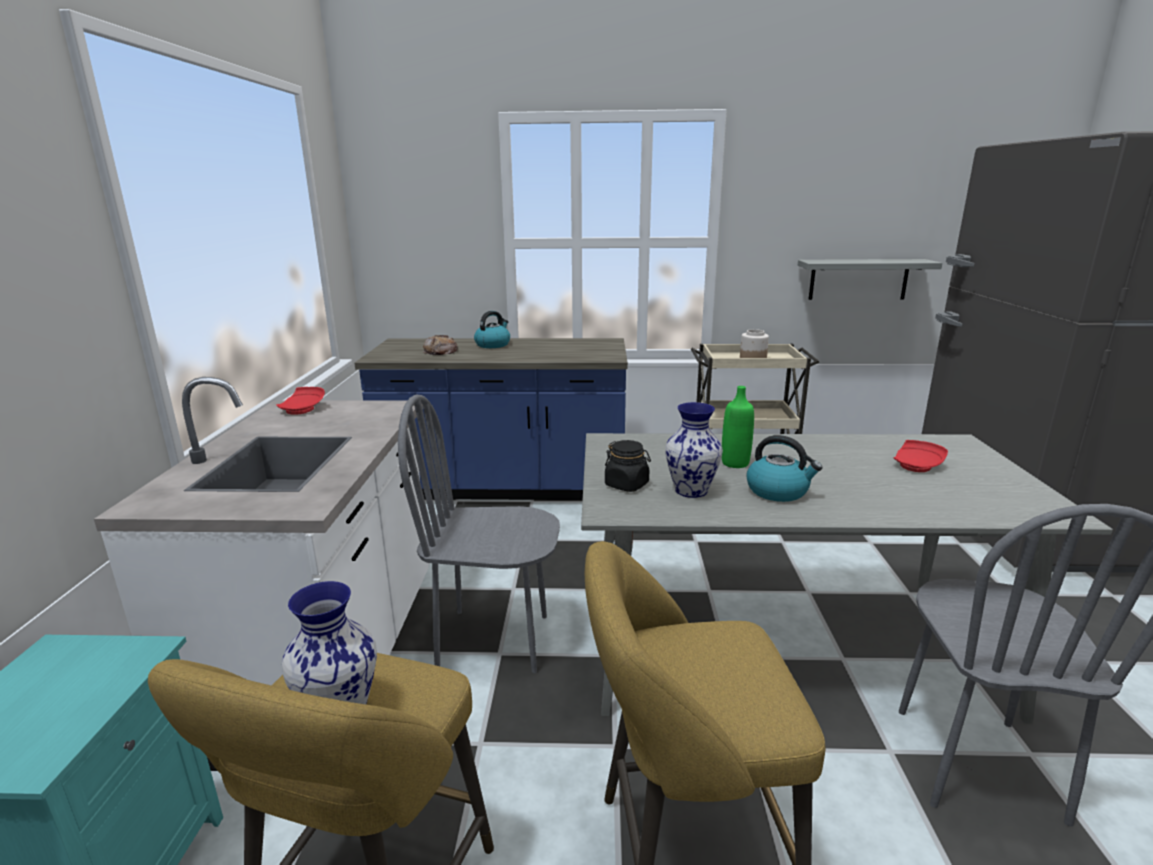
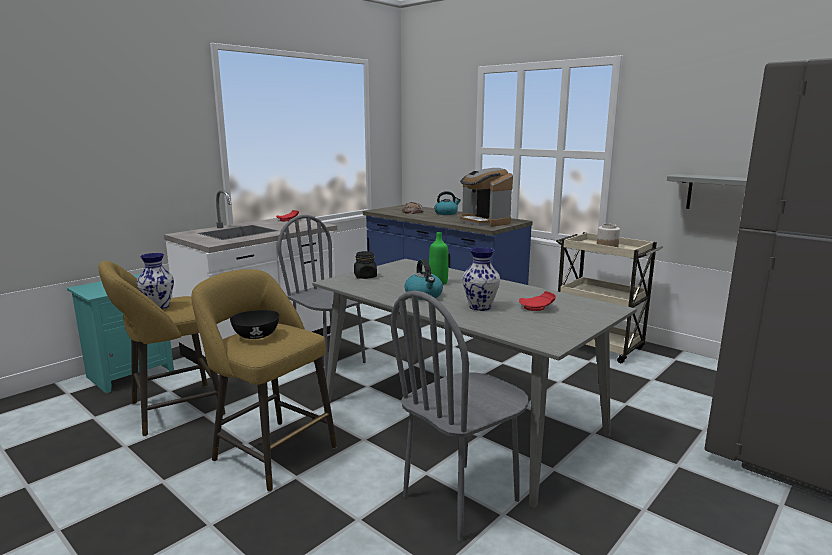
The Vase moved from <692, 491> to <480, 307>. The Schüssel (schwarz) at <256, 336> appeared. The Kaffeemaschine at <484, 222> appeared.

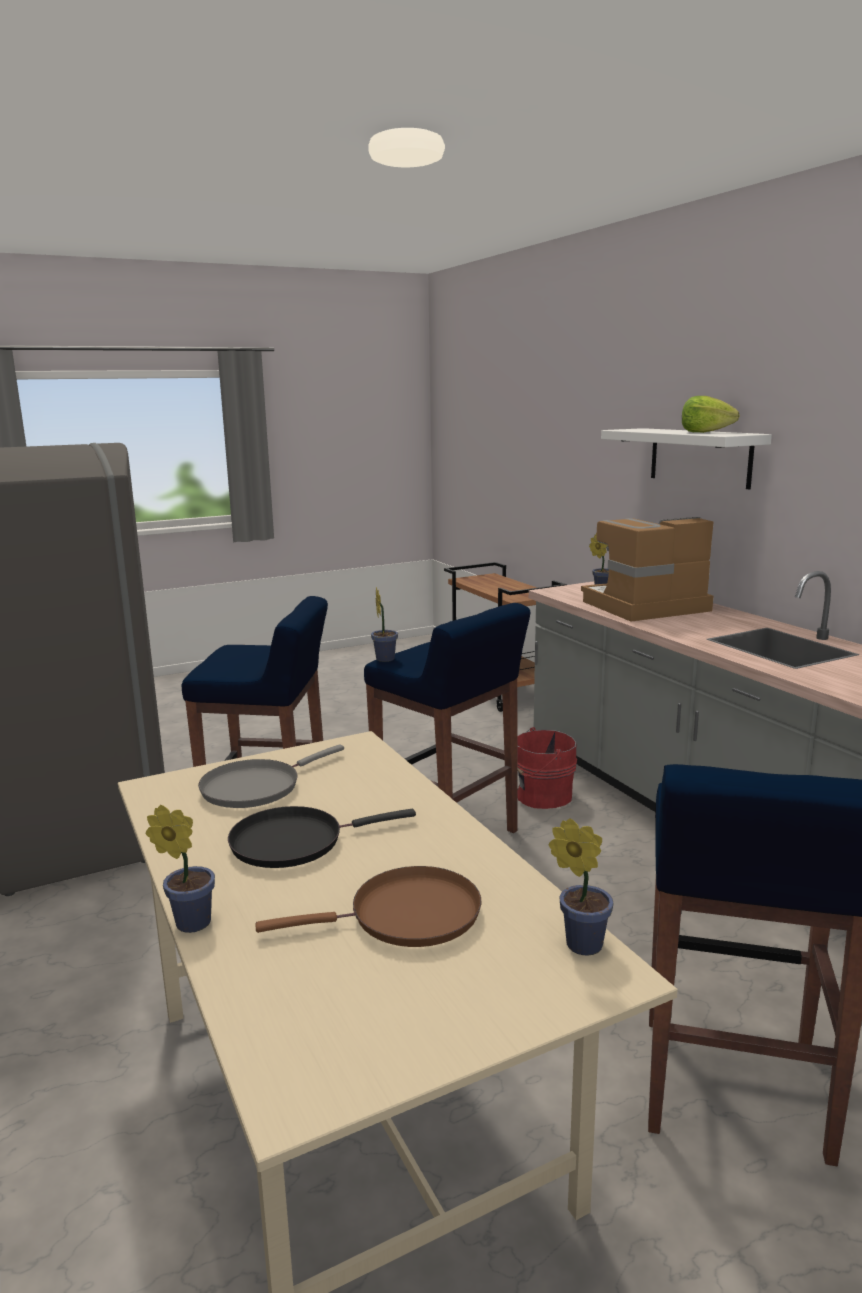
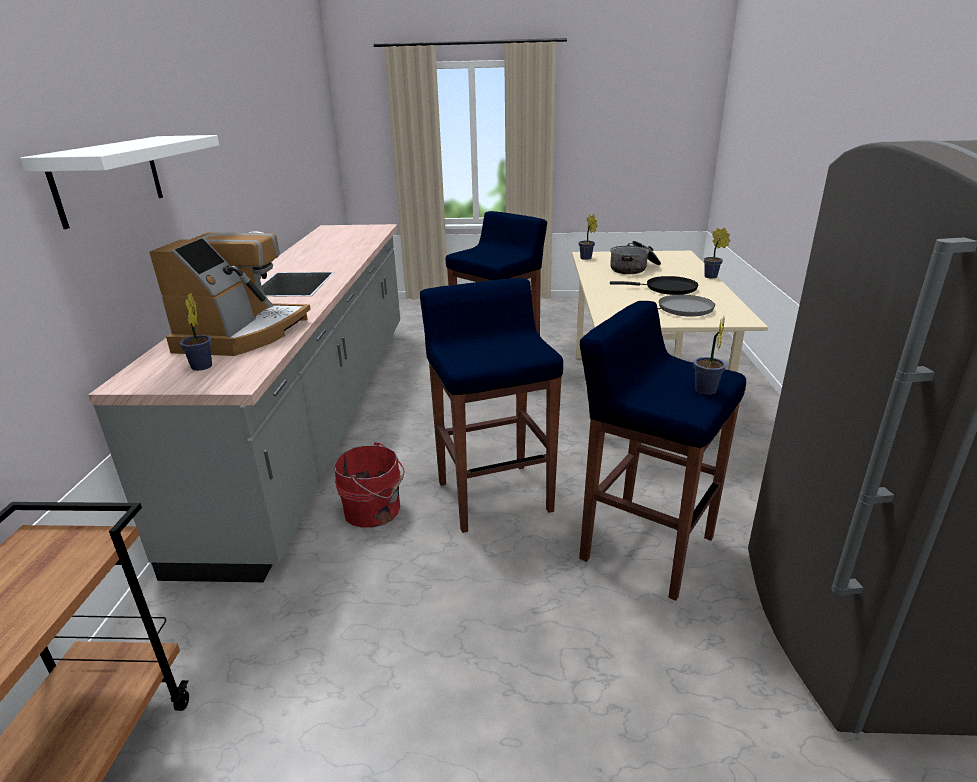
The Pfanne (braun) at <407, 916> was replaced by the Kochtopf at <634, 268>. The Topfpflanze moved from <385, 658> to <705, 391>. The Kaffeemaschine at <644, 607> turned 90 degrees counterclockwise. The Salatkopf at <705, 432> disappeared.

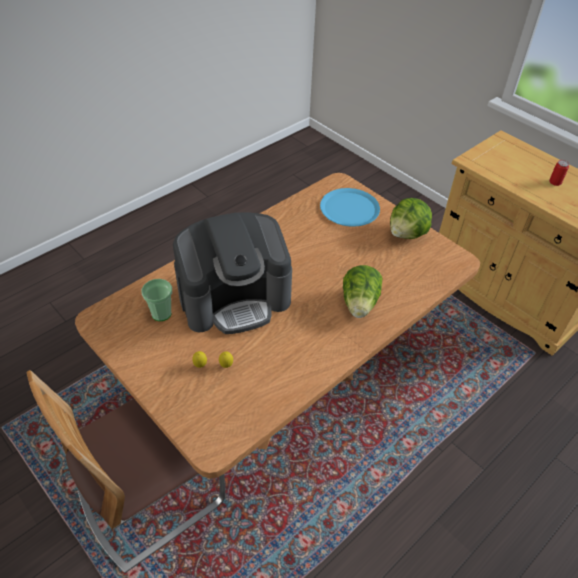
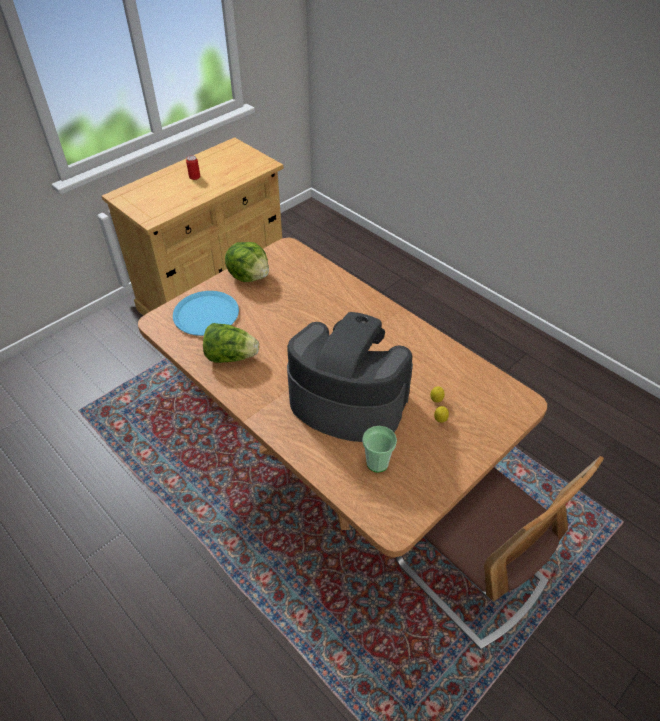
The Kaffeemaschine at <235, 298> turned 45 degrees counterclockwise. The Salatkopf moved from <360, 304> to <231, 356>.

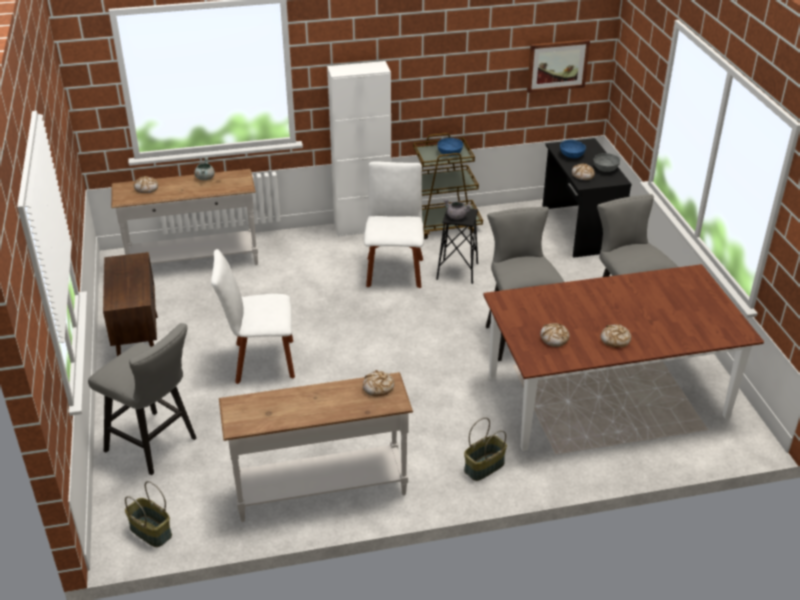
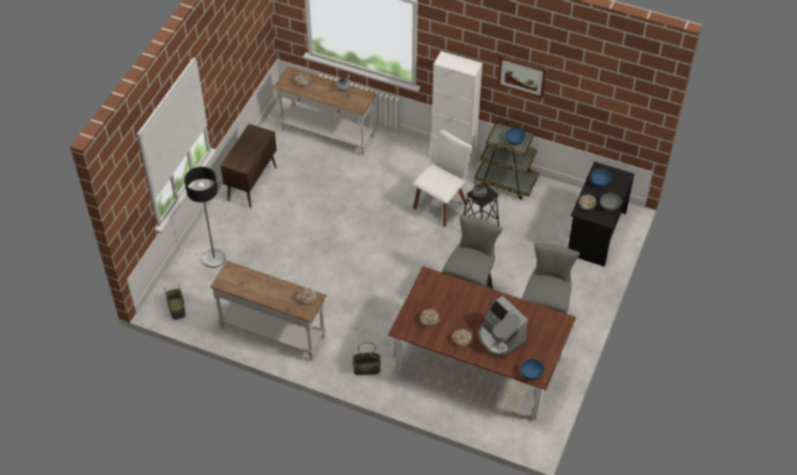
The Hocker (grau) at <156, 446> was replaced by the Stehlampe at <214, 258>. The Stuhl (weiß) at <260, 361> disappeared. The Bild moved from <557, 65> to <522, 76>. The Kaffeemaschine at <500, 338> appeared. The Schüssel (blau) at <531, 373> appeared.

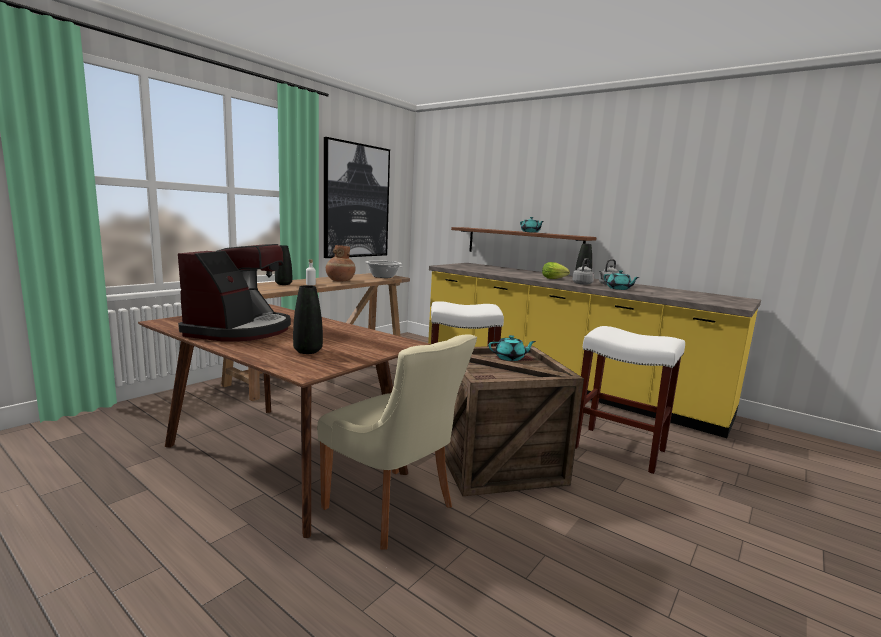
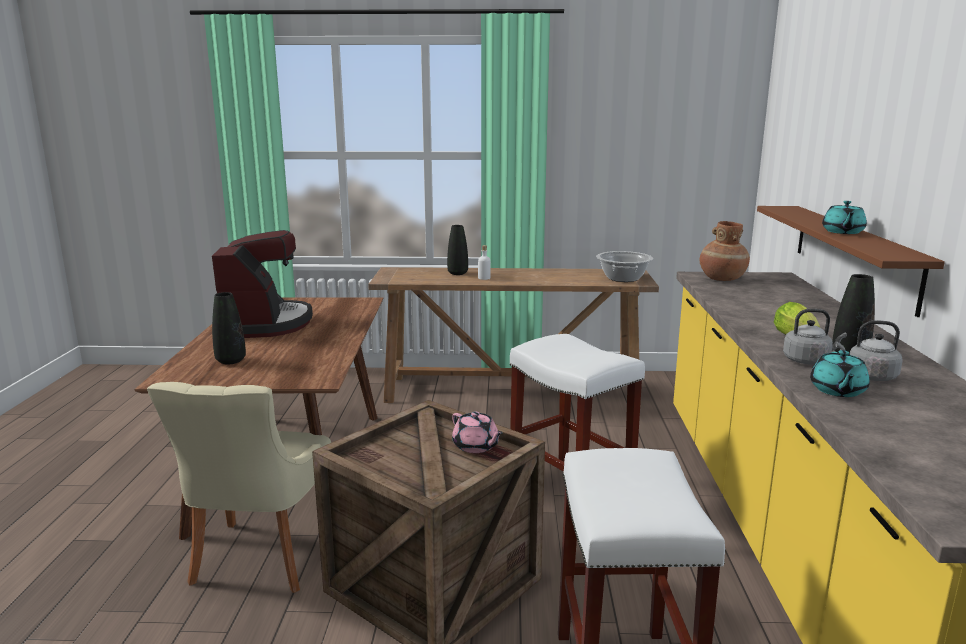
The Kaffeemaschine at <240, 330> turned 75 degrees counterclockwise. The Bild at <356, 201> disappeared. The Vase (braun) moved from <340, 280> to <721, 278>. The Teekanne (türkis) at <510, 358> became the Teekanne (rosa) at <476, 446>.

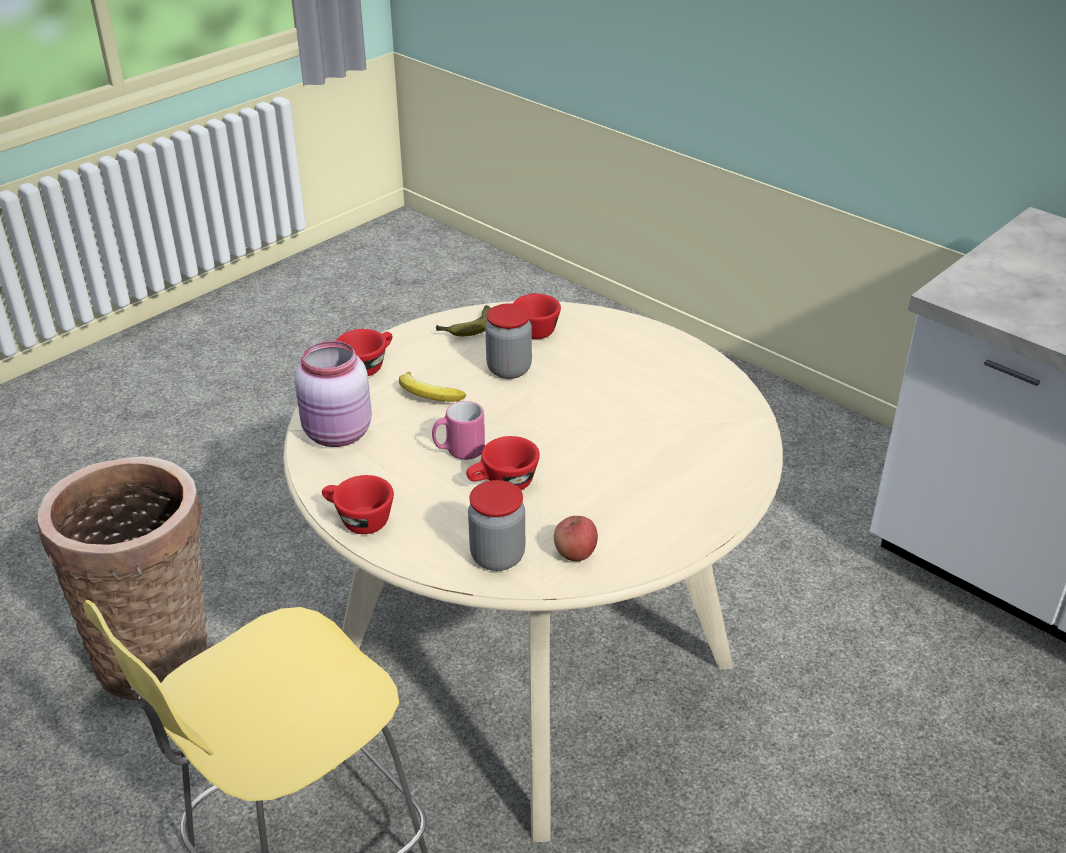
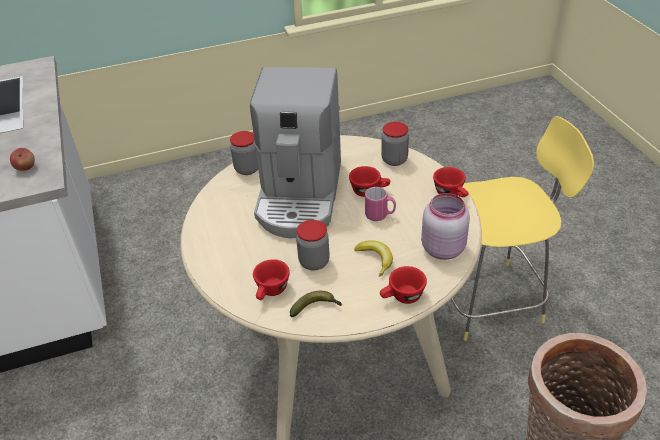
The Apfel moved from <575, 554> to <26, 168>. The Vorratsglas at <247, 169> appeared. The Kaffeemaschine at <300, 195> appeared.

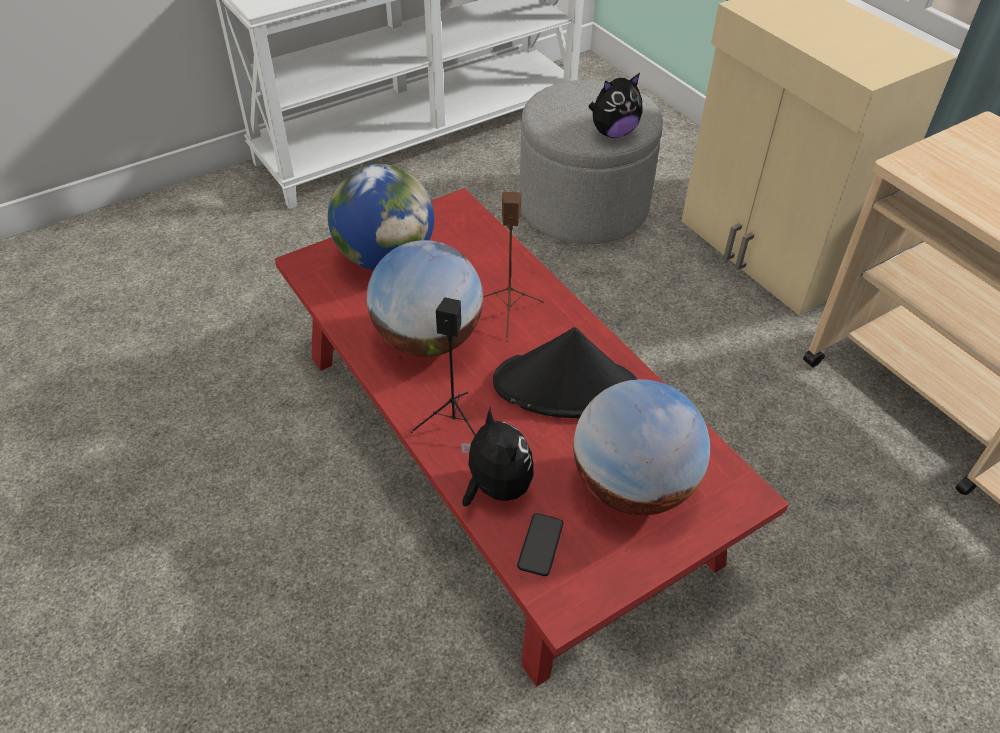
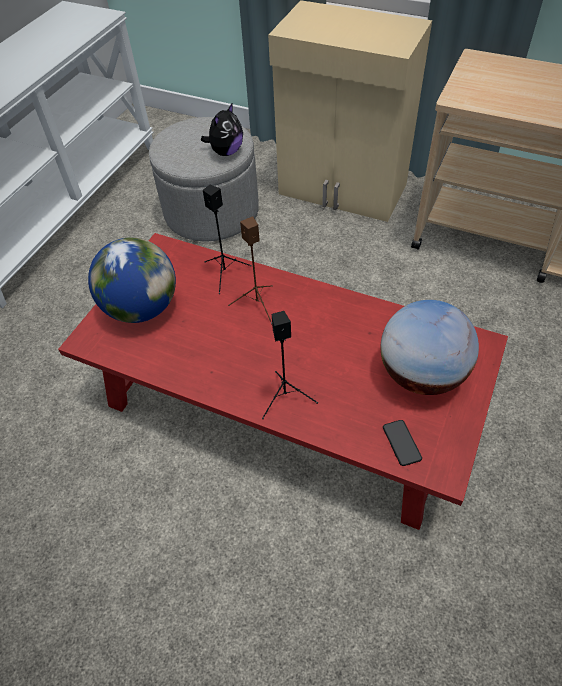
The Globus at <428, 339> disappeared. The Plüschtier at <495, 487> disappeared. The Hut (schwarz) at <567, 387> disappeared. The Lautsprecher (schwarz) at <225, 273> appeared.

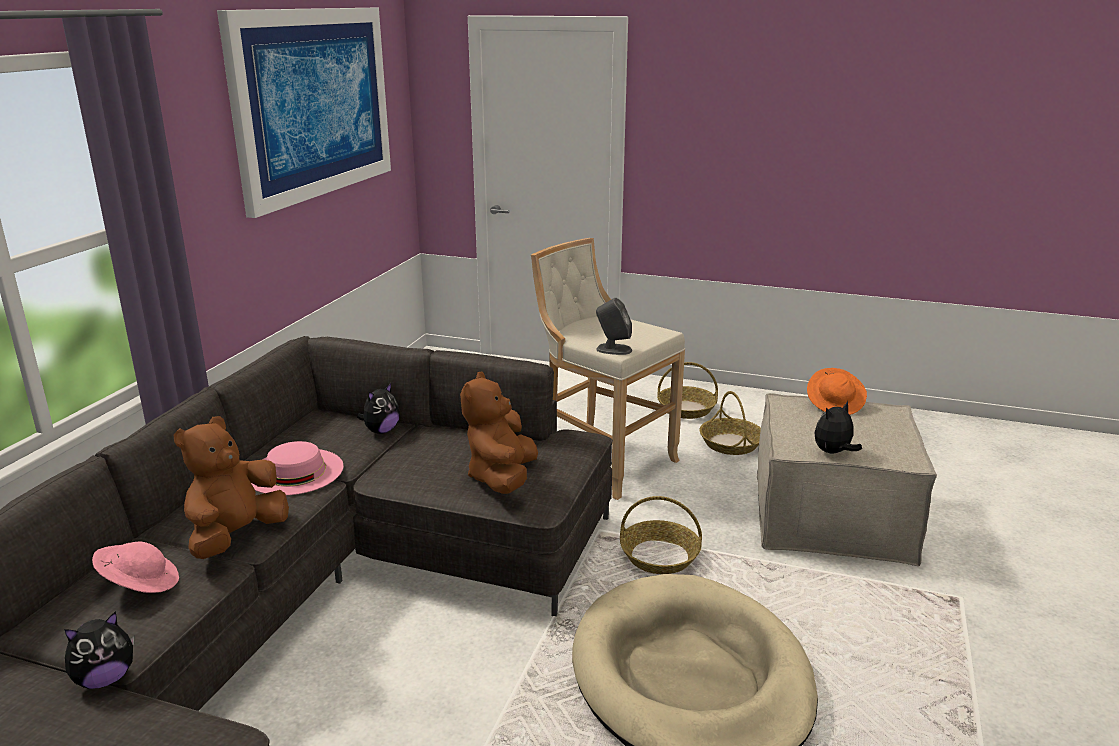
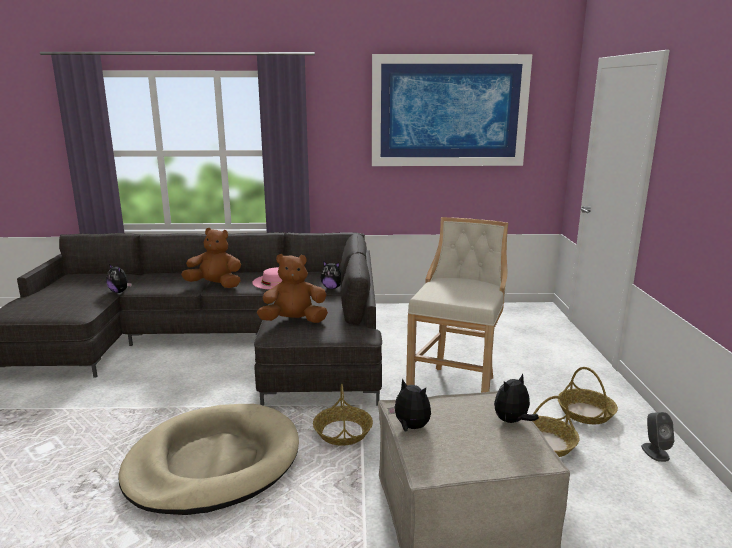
The Hut (rosa) at <140, 584> disappeared. The Lautsprecher (grau) moved from <613, 349> to <655, 452>. The Hut (orange) at <835, 404> was replaced by the Plüschtier at <512, 421>.

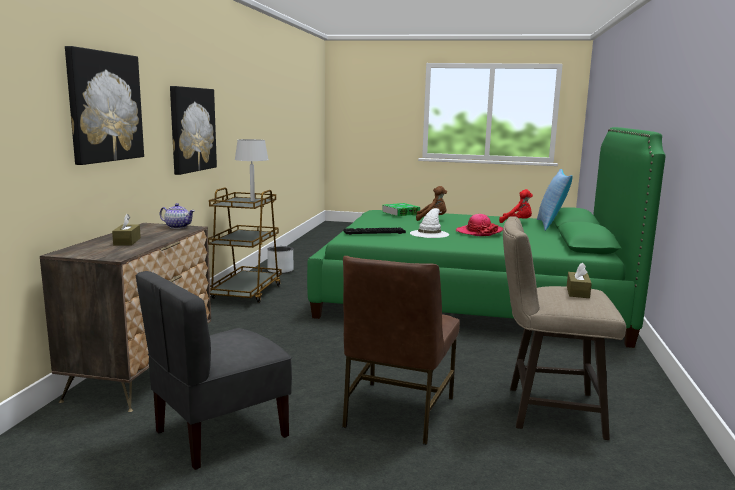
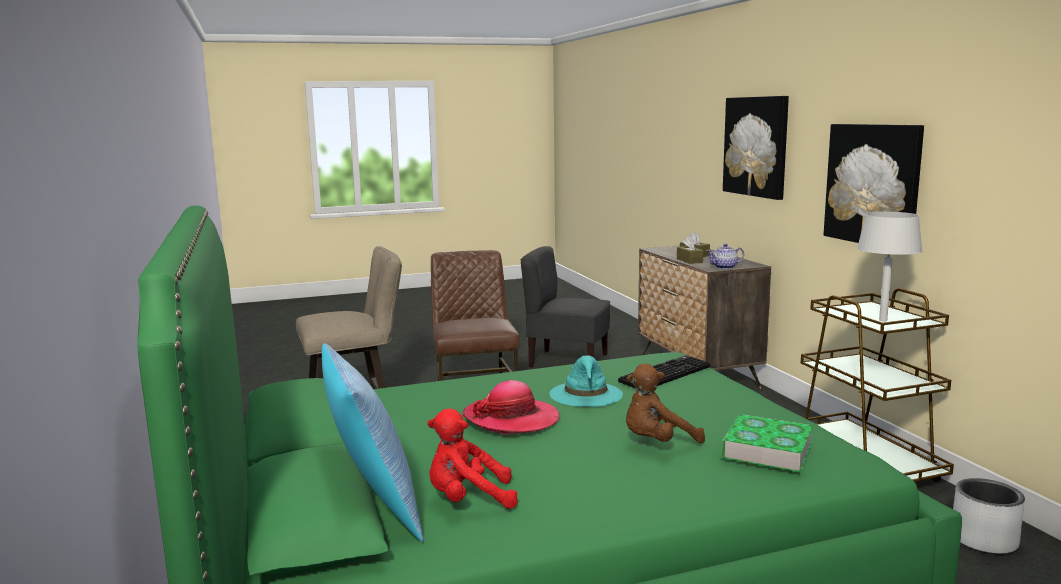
The Stuhl (grau) at <220, 433> turned 90 degrees counterclockwise. The Hut (weiß) at <429, 233> became the Hut (türkis) at <586, 394>. The Taschentuchbox (braun) moved from <577, 292> to <689, 260>.

